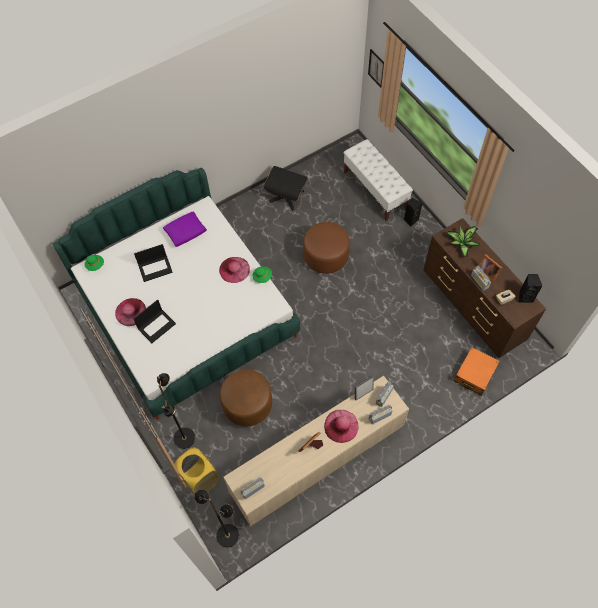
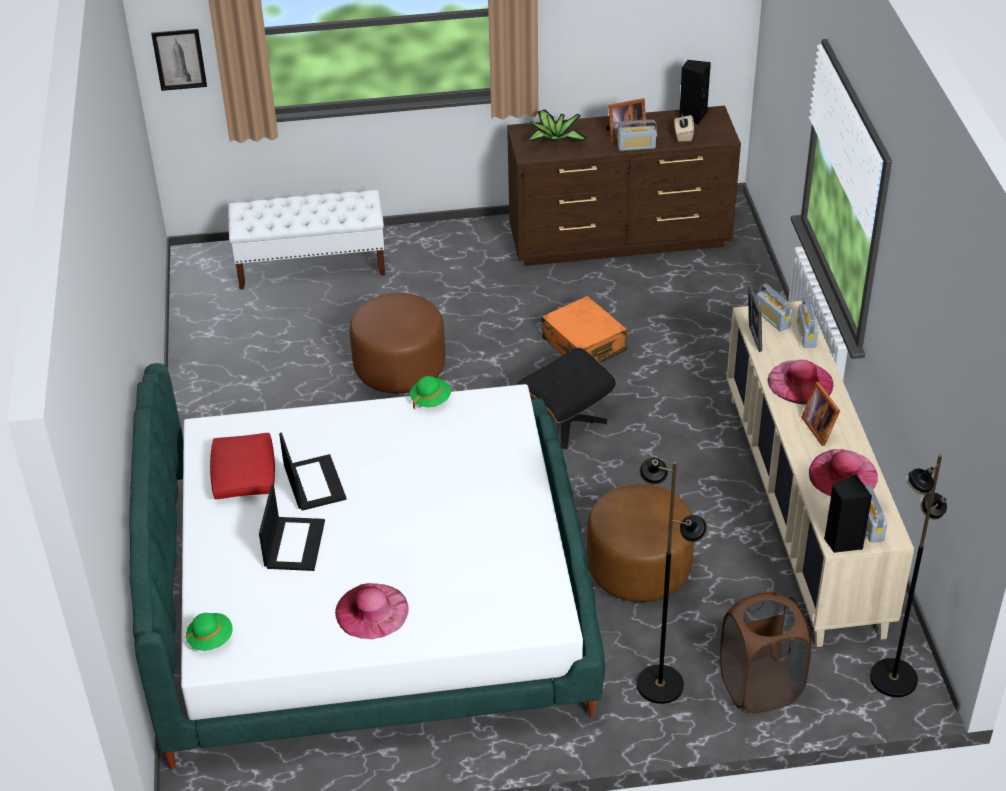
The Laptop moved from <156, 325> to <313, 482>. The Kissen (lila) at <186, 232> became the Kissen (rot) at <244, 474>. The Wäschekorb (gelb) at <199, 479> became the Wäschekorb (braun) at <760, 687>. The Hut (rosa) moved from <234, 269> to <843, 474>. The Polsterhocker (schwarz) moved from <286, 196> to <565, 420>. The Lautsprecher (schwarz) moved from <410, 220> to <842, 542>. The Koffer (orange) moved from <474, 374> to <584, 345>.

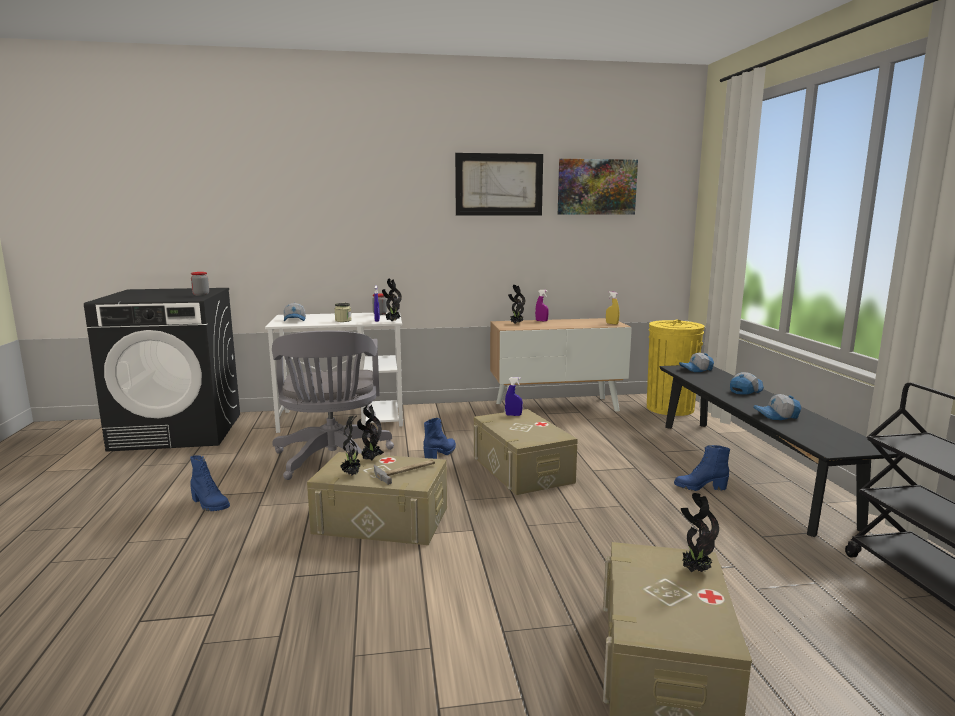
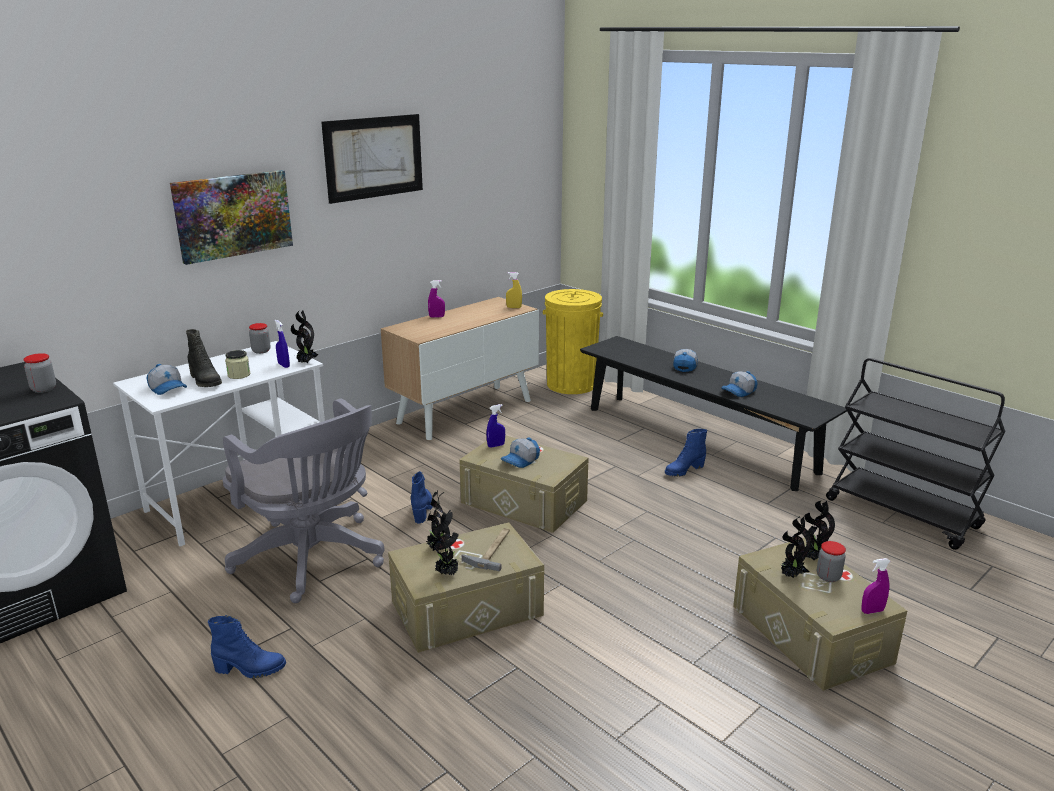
The Topfpflanze moved from <516, 323> to <791, 575>. The Bild moved from <596, 187> to <233, 215>. The Kappe moved from <696, 369> to <521, 460>. The Stiefel (schwarz) at <205, 381> appeared. The Vorratsglas at <828, 576> appeared. The Sprühflasche (lila) at <872, 611> appeared.

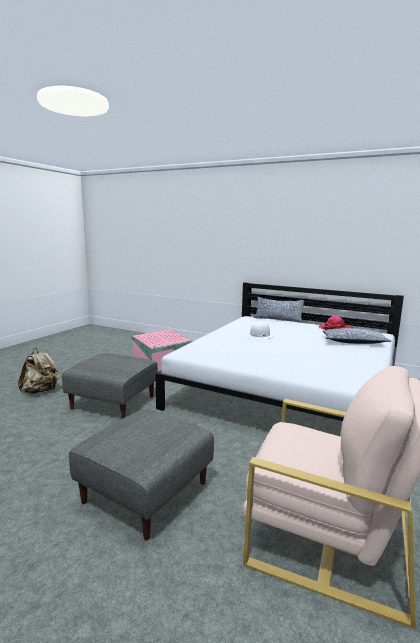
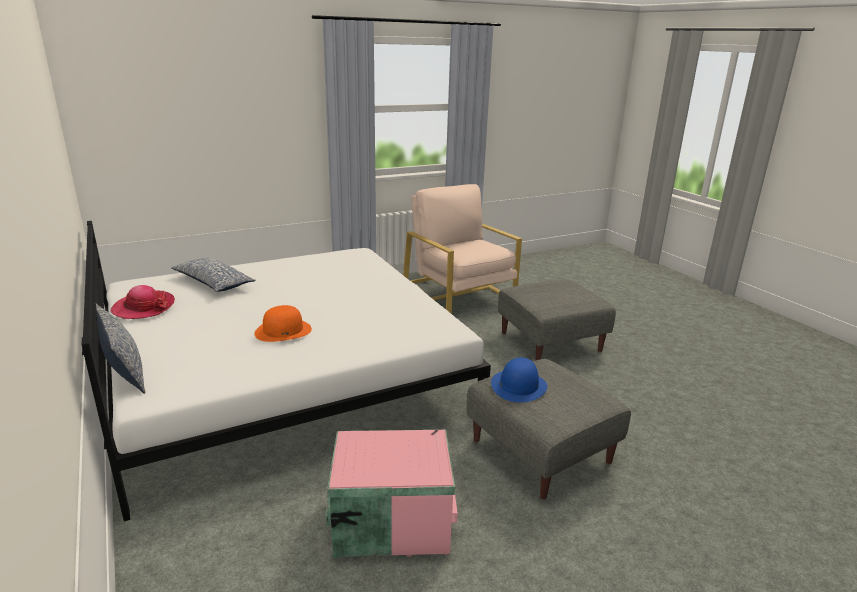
The Rucksack (beige) at <41, 391> disappeared. The Hut (weiß) at <259, 335> became the Hut (orange) at <283, 331>. The Hut (blau) at <518, 385> appeared.

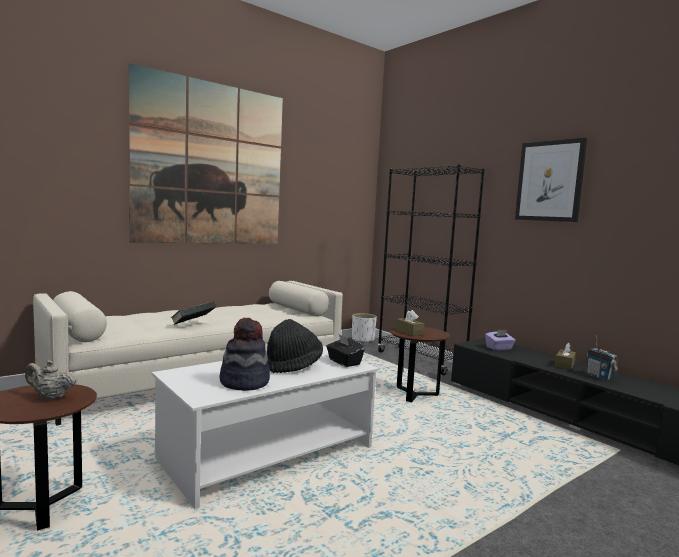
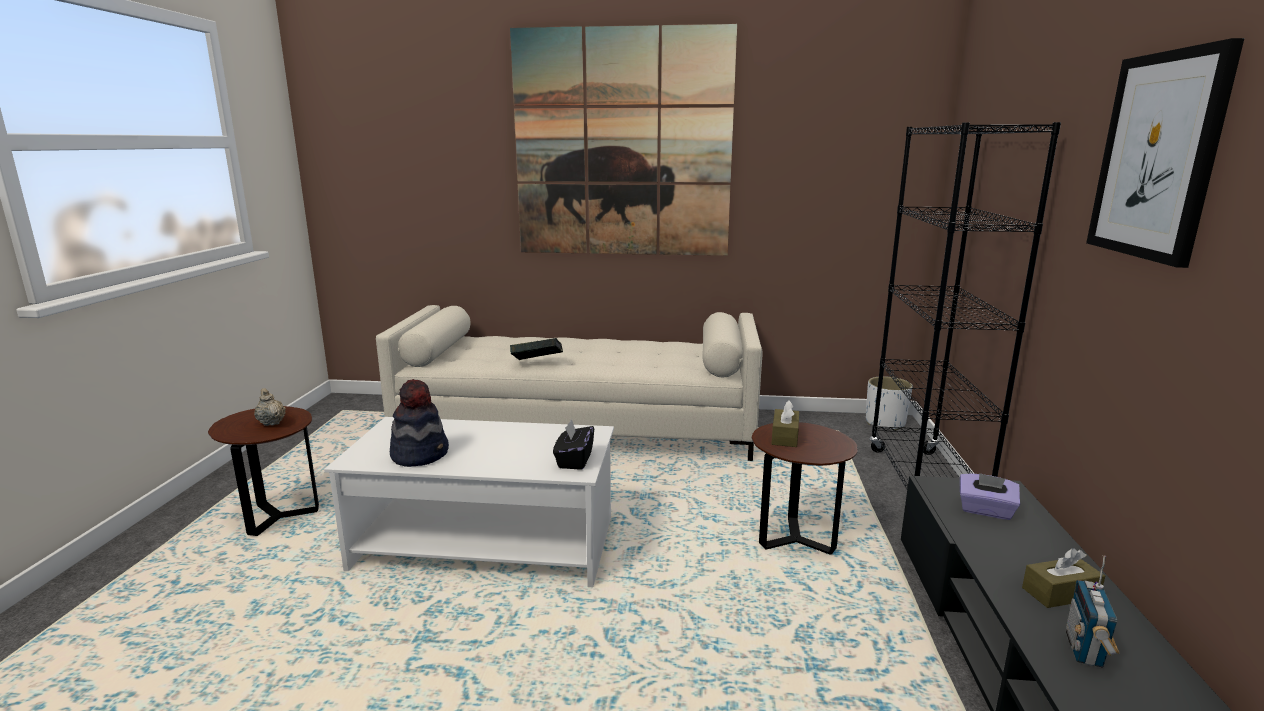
The Hut (schwarz) at <293, 366> disappeared.

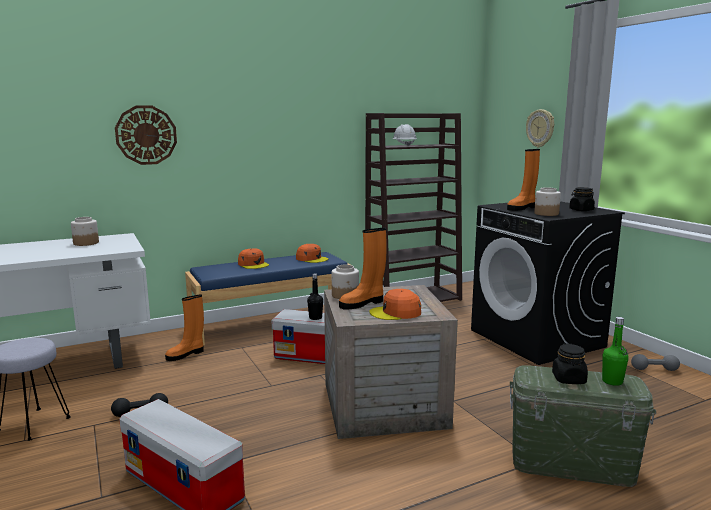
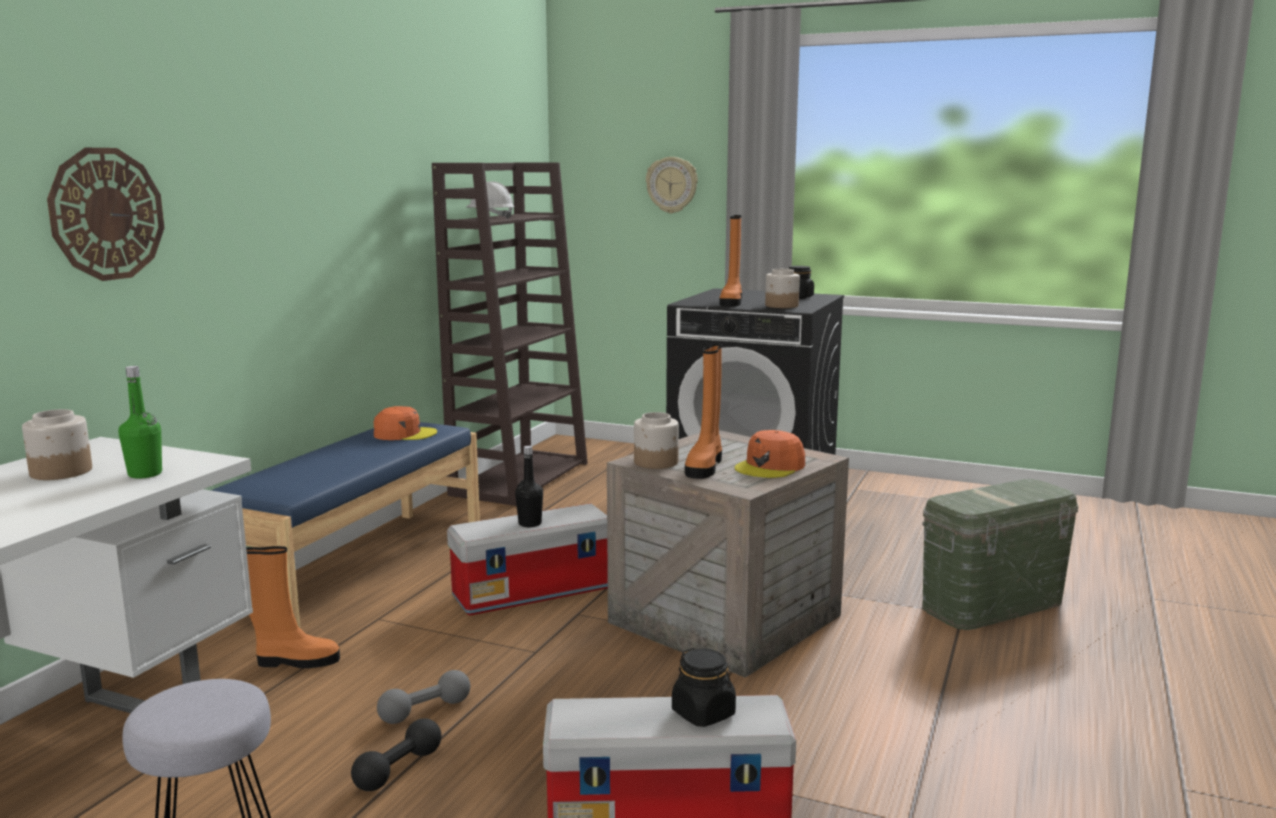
The Stiefel (orange) at <186, 354> turned 105 degrees counterclockwise. The Kappe (orange) at <253, 264> disappeared. The Vorratsglas (schwarz) moved from <569, 379> to <703, 713>. The Flasche (grün) moved from <612, 381> to <145, 474>. The Hantel (grau) moved from <654, 369> to <425, 711>.

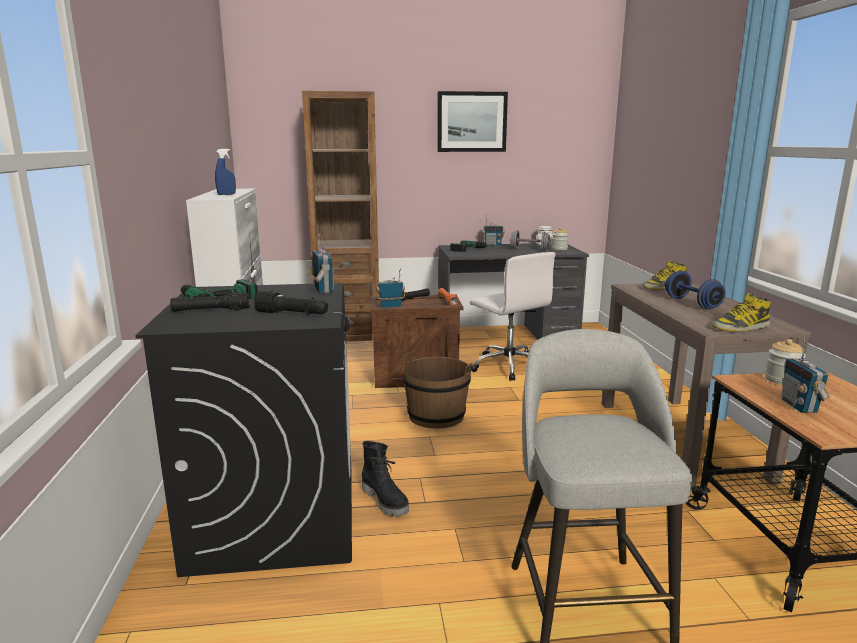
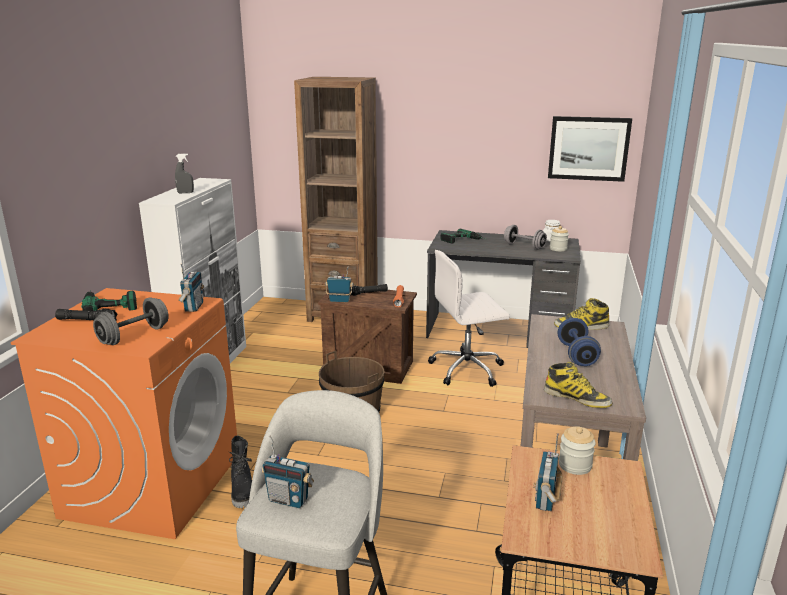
The Waschmaschine (schwarz) at <275, 515> became the Waschmaschine (orange) at <153, 484>. The Sprühflasche (blau) at <226, 194> became the Sprühflasche (grau) at <185, 193>. The Taschenlampe (schwarz) at <293, 314> was replaced by the Hantel (grau) at <134, 336>. The Bild moved from <471, 122> to <588, 148>. The Bürostuhl (weiß) at <508, 366> turned 90 degrees clockwise. The Radio moved from <492, 245> to <288, 500>. The Stiefel at <741, 327> turned 150 degrees counterclockwise.

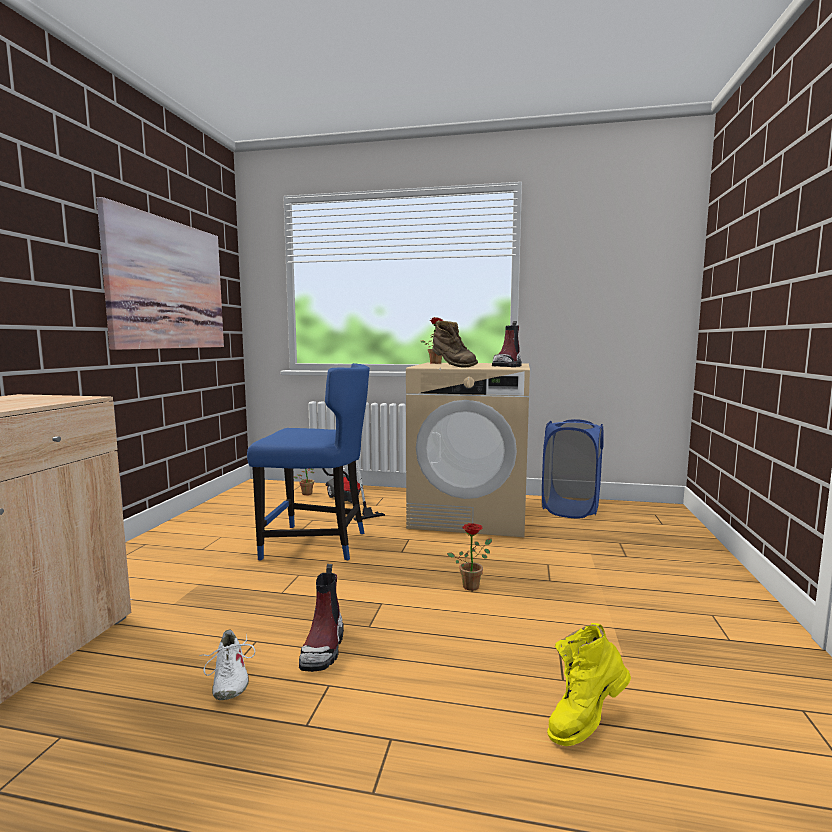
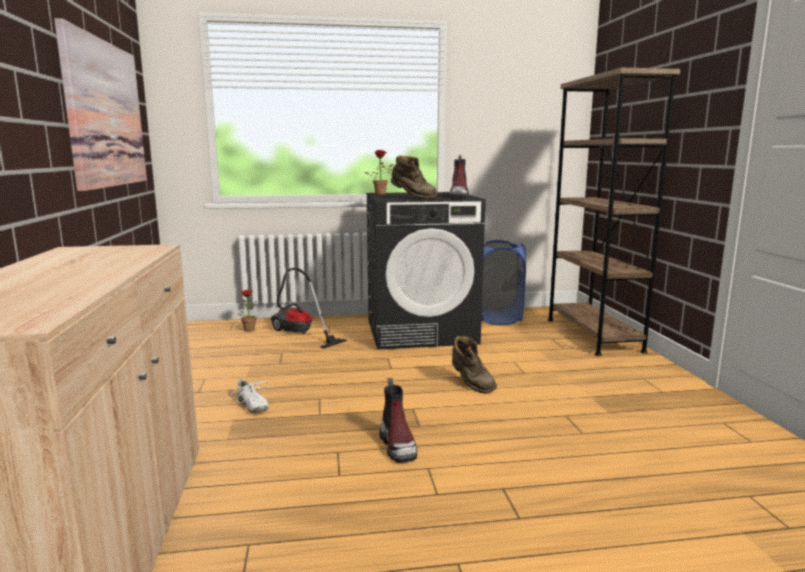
The Schuh (weiß) moved from <229, 679> to <252, 406>. The Stuhl (blau) at <317, 544> disappeared. The Waschmaschine (beige) at <470, 514> became the Waschmaschine (schwarz) at <421, 331>. The Topfpflanze at <472, 585> was replaced by the Stiefel (braun) at <471, 384>. The Stiefel (gelb) at <585, 721> disappeared. The Bücherregal (braun) at <593, 335> appeared.

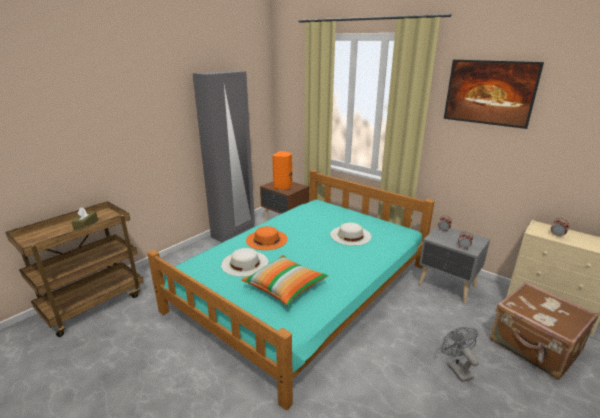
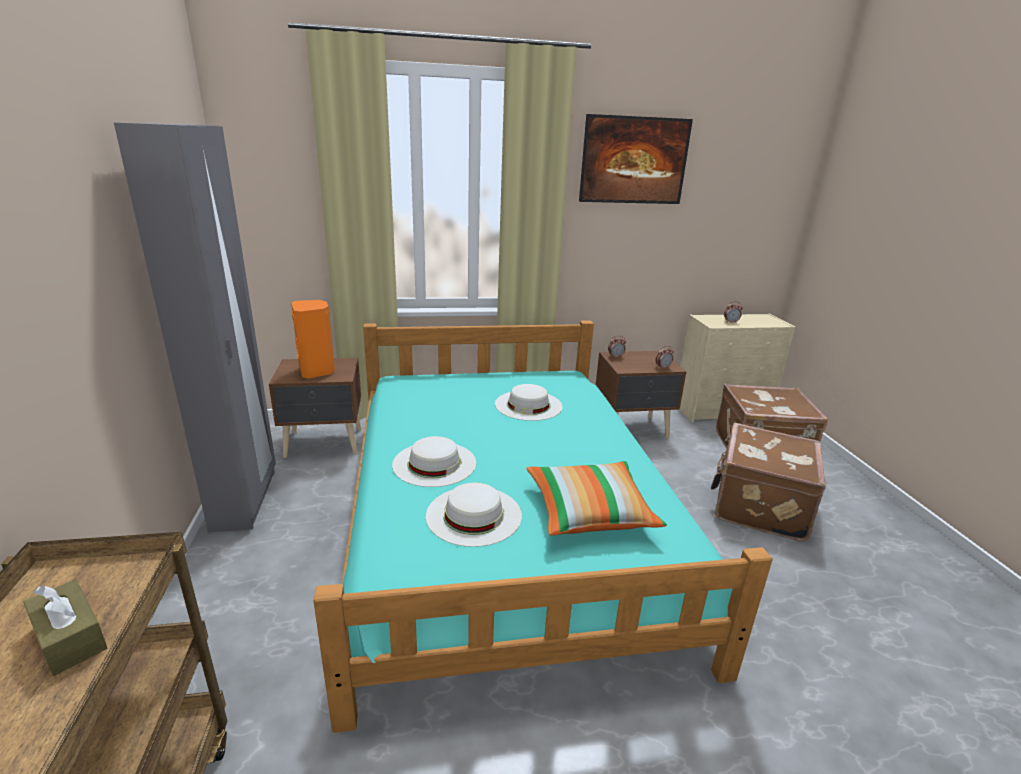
The Hut (orange) at <266, 239> became the Hut (weiß) at <434, 463>. The Nachttisch (grau) at <447, 286> became the Nachttisch (braun) at <632, 429>. The Ventilator (grau) at <456, 369> was replaced by the Koffer (braun) at <758, 506>.

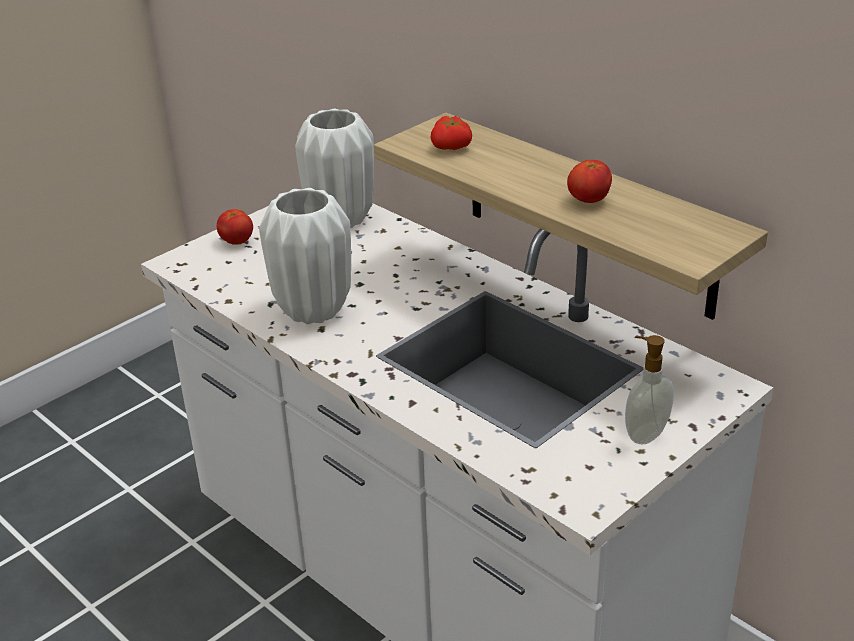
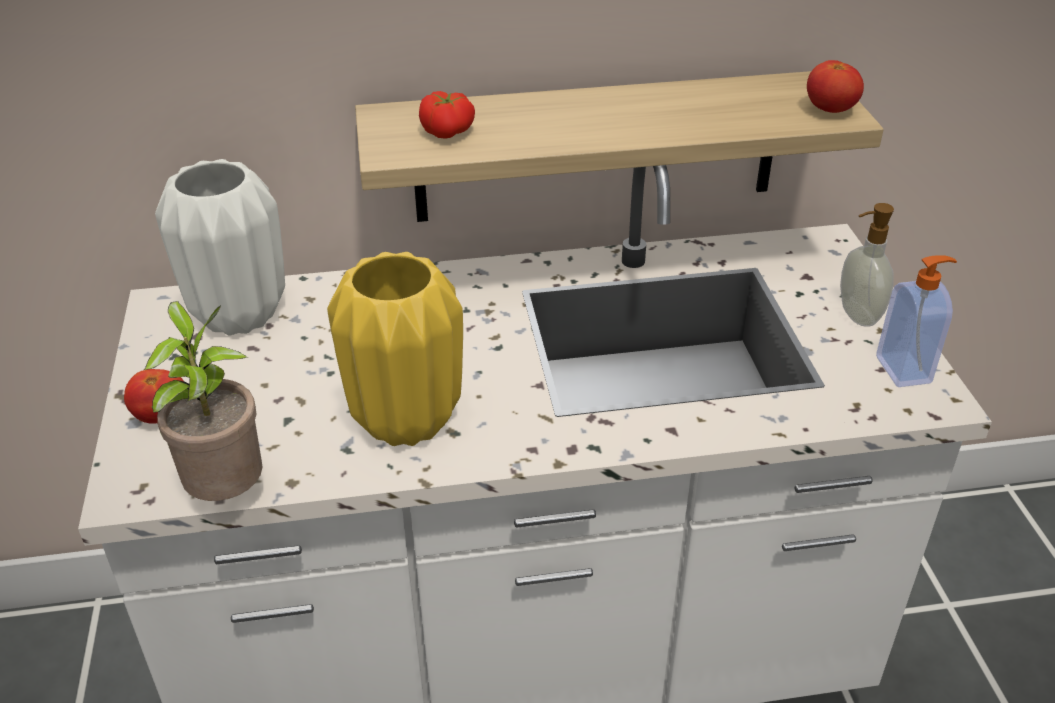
The Vase (weiß) at <314, 310> became the Vase (gelb) at <407, 420>. The Tomate moved from <588, 200> to <830, 110>. The Topfpflanze at <227, 492> appeared. The Seifenspender at <905, 369> appeared.

